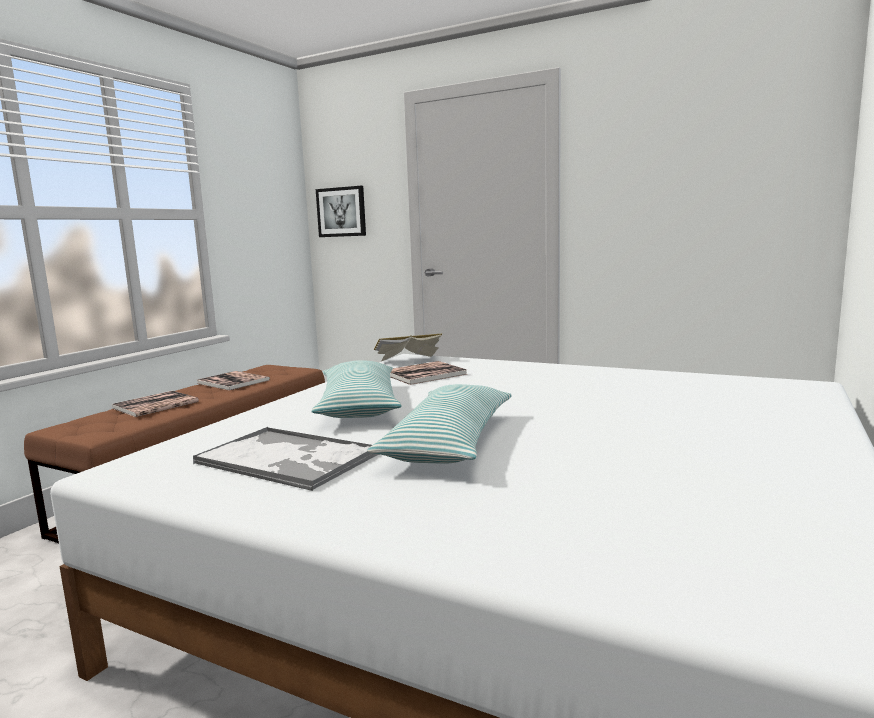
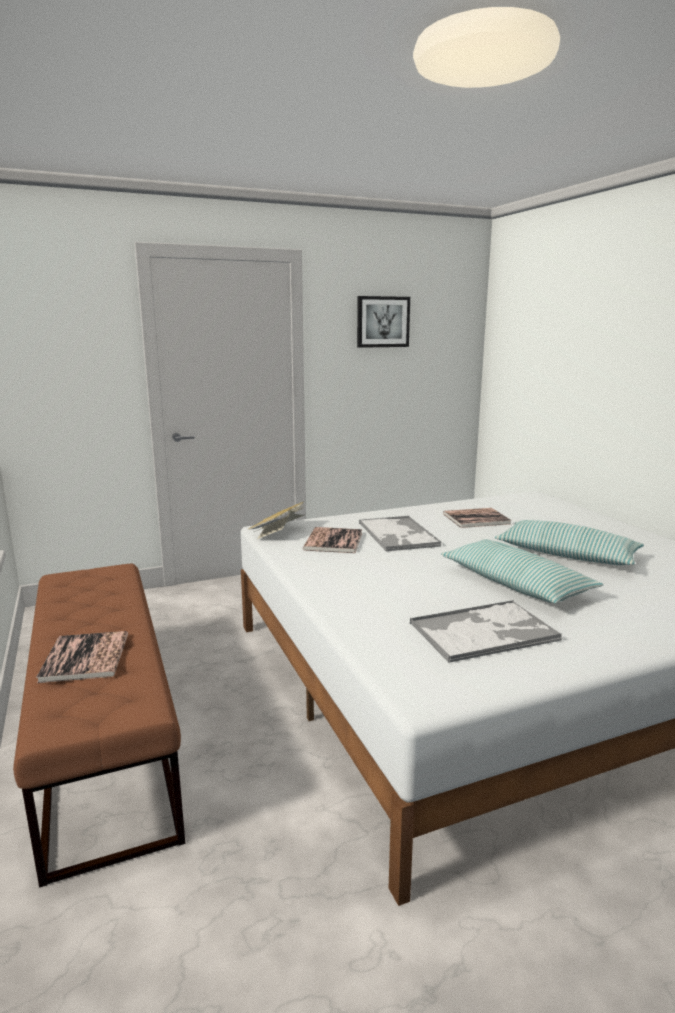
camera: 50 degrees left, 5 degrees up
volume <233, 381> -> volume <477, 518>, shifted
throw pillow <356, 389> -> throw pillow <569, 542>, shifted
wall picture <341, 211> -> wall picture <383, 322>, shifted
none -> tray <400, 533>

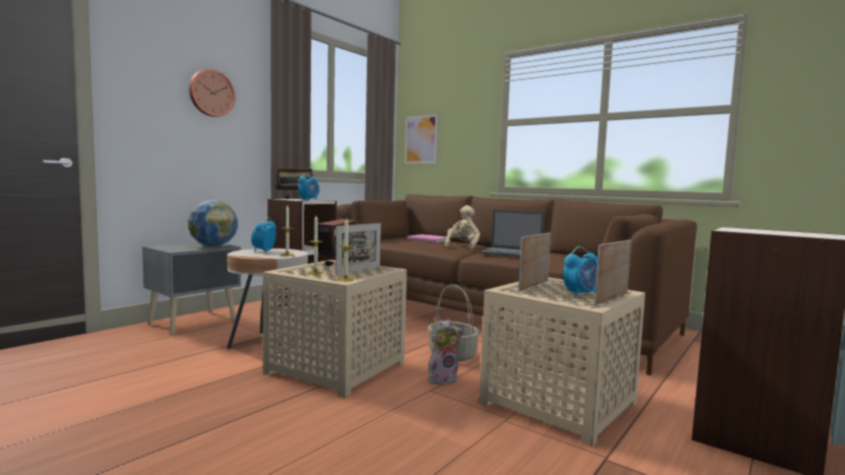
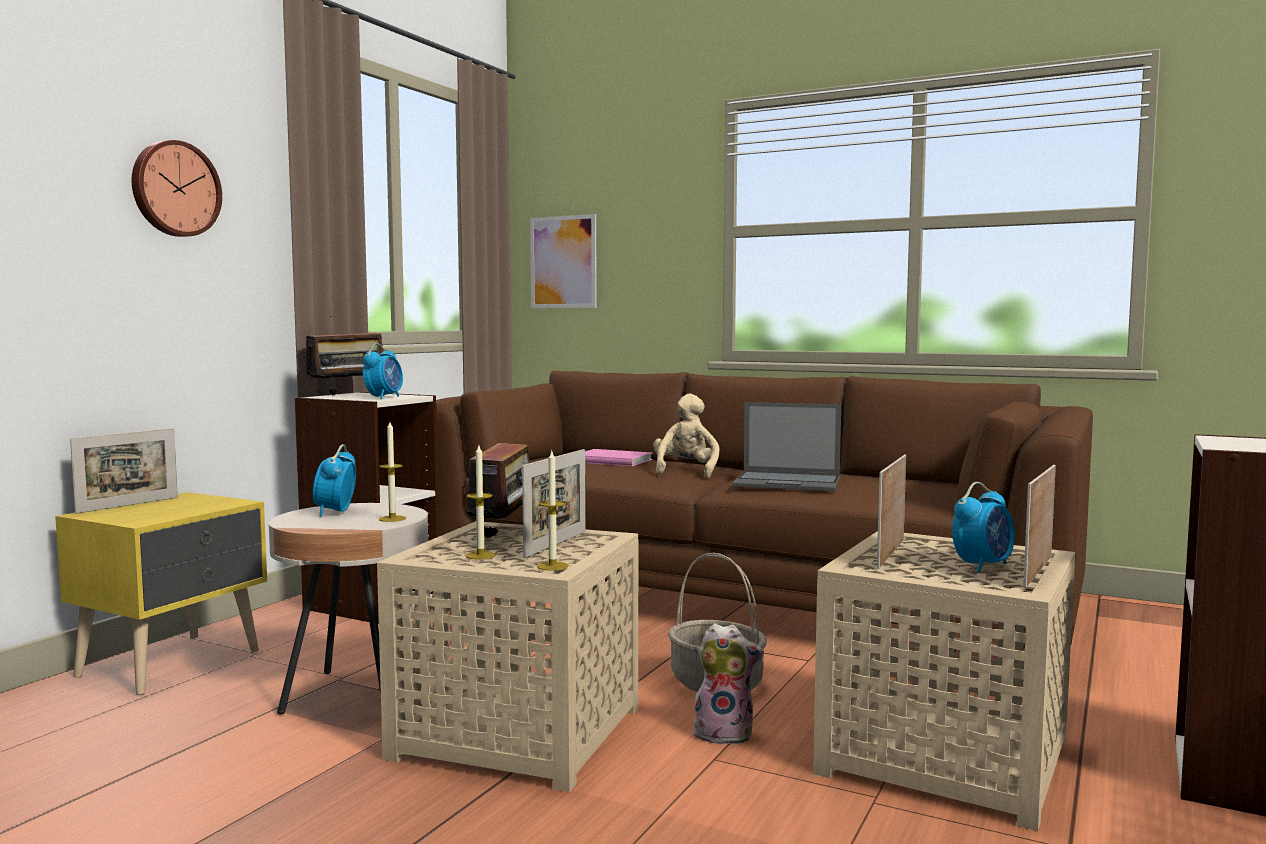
camera: 10 degrees left, 0 degrees up
nightstand (greyish) <191, 288> -> nightstand (yellowish) <161, 593>
globe <213, 223> -> none
plush toy <445, 352> -> plush toy <728, 684>, 45 degrees clockwise
none -> standing frame <124, 471>

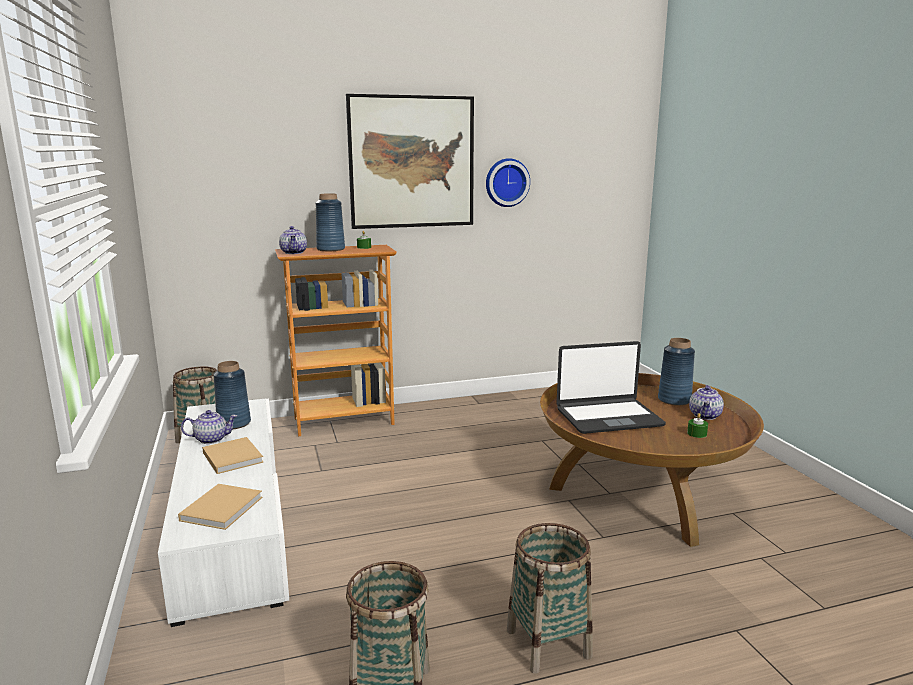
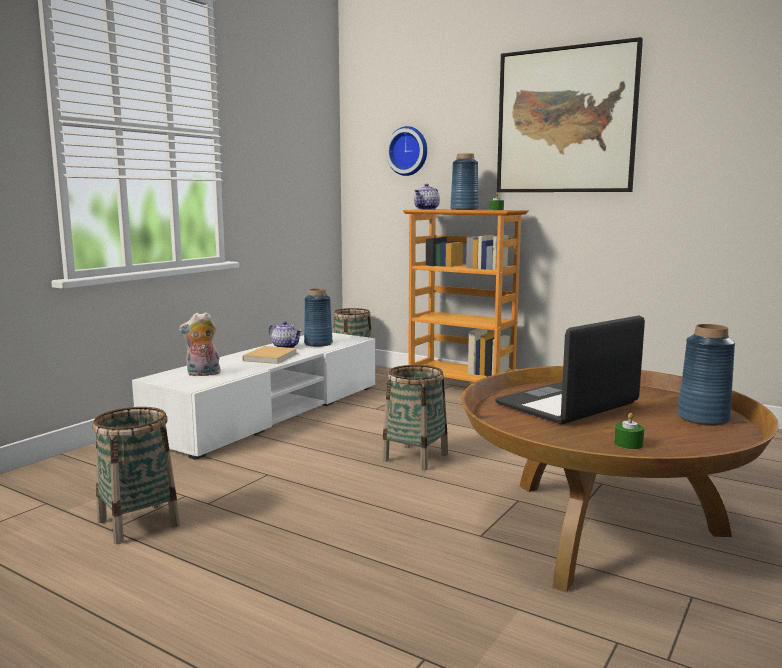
camera: 50 degrees right, 5 degrees down
volume (sand-coloured) <220, 507> -> plush toy <200, 344>
wall clock <508, 182> -> wall clock <406, 151>, shifted
basket <550, 598> -> basket <415, 417>, shifted
portable computer <611, 387> -> portable computer <570, 370>, 105 degrees clockwise
pot for tea <706, 402> -> none

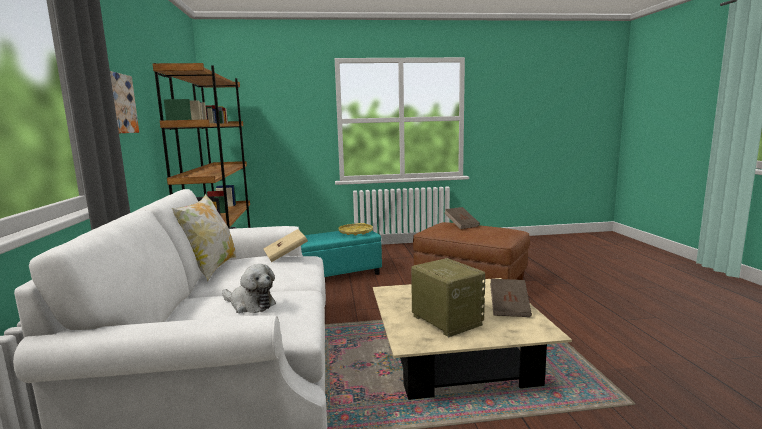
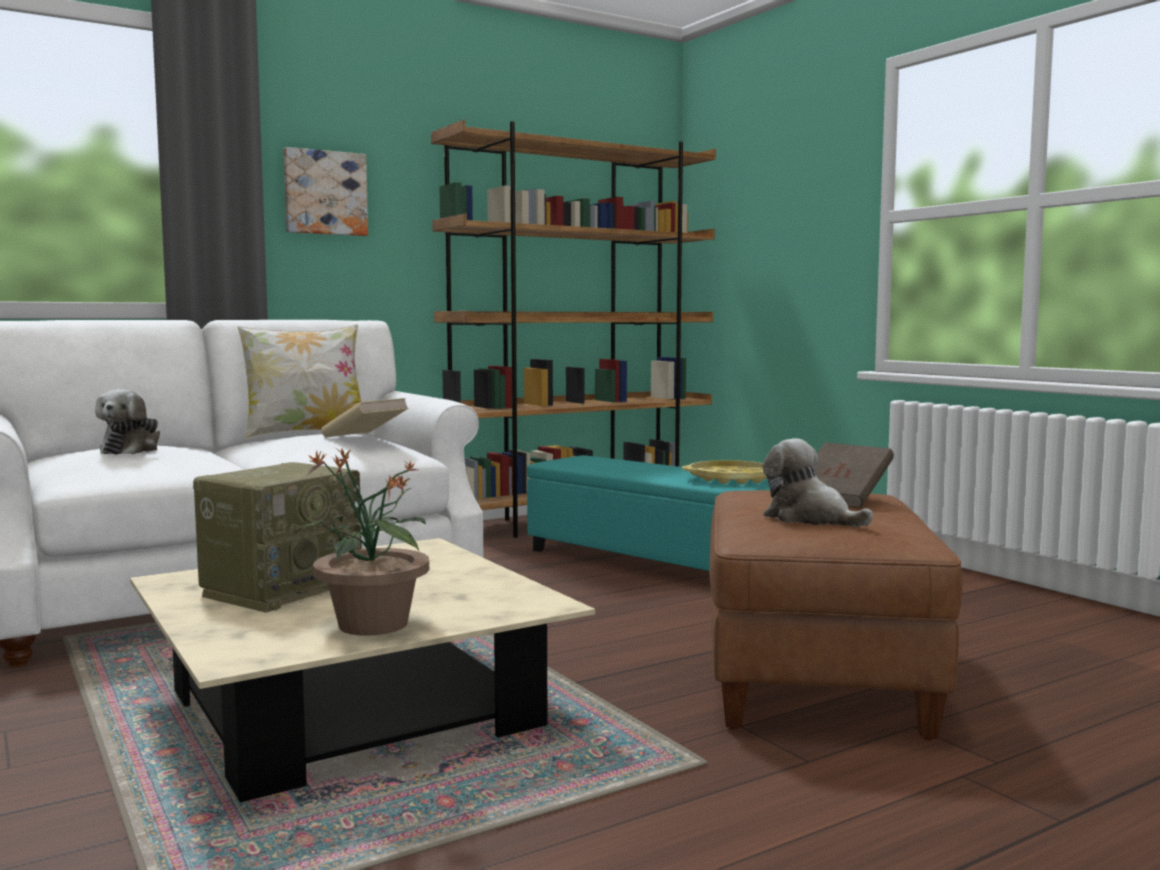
camera: 65 degrees right, 5 degrees down
volume (brownish) <511, 298> -> potted plant <361, 542>
none -> plush toy <818, 482>

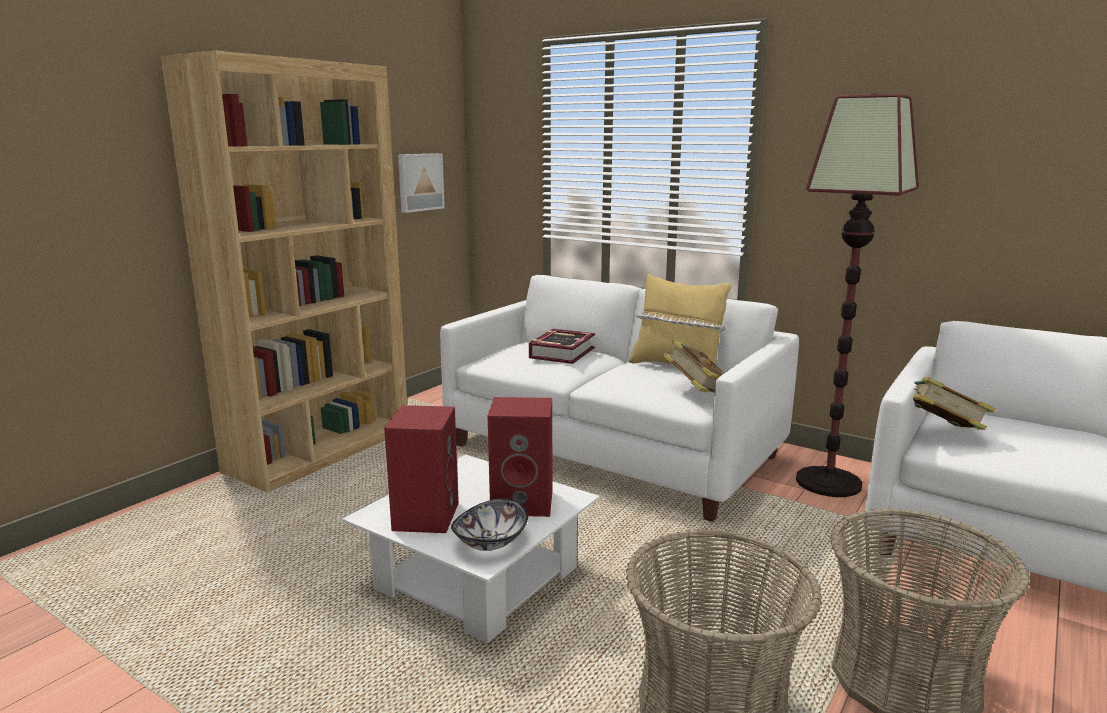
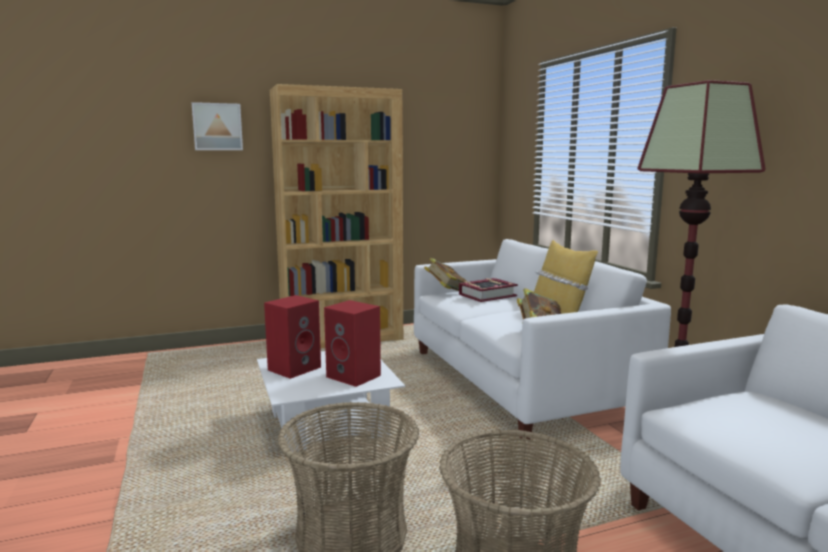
camera: 35 degrees right, 5 degrees down
wall picture <421, 183> -> wall picture <217, 126>, shifted
bowl <489, 524> -> none
volume <954, 403> -> volume <445, 274>, shifted

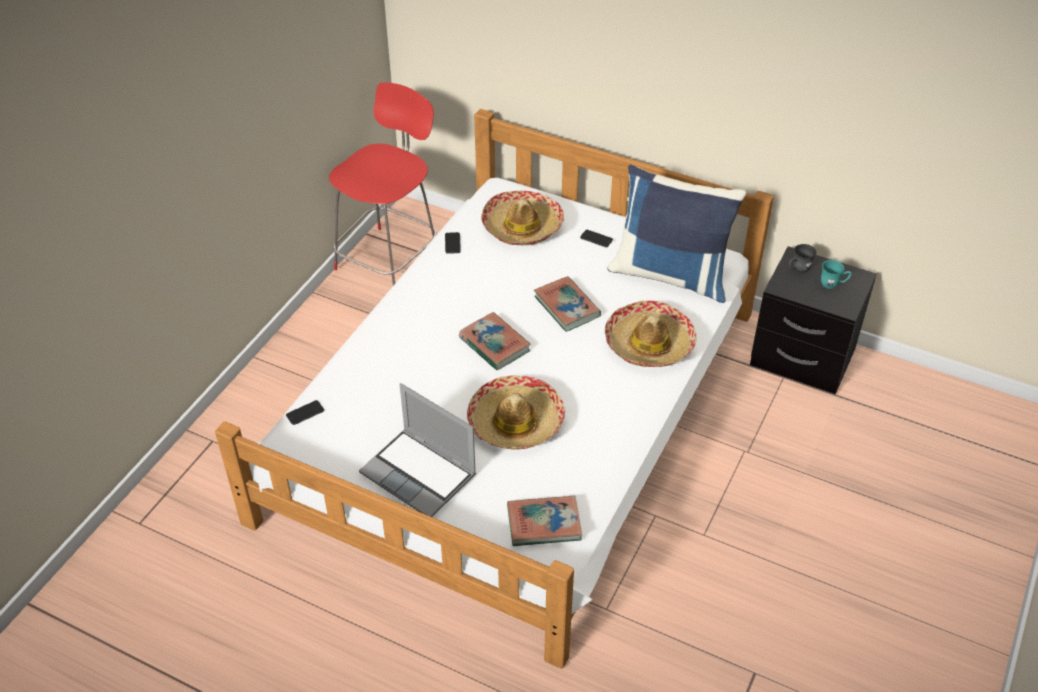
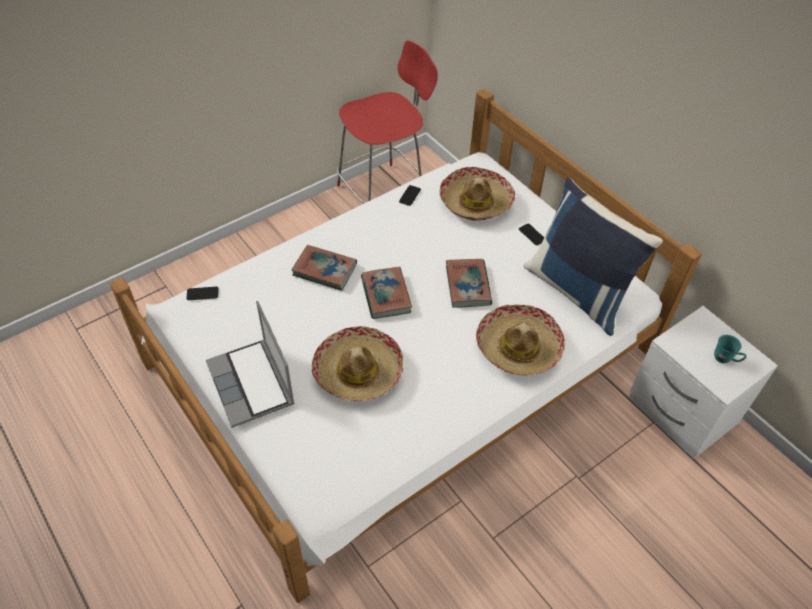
camera: 25 degrees right, 5 degrees up
volume <544, 521> -> volume <324, 268>, shifted
nightstand (blackish) <813, 320> -> nightstand (white) <703, 382>
tea mug (greyish) <802, 258> -> none

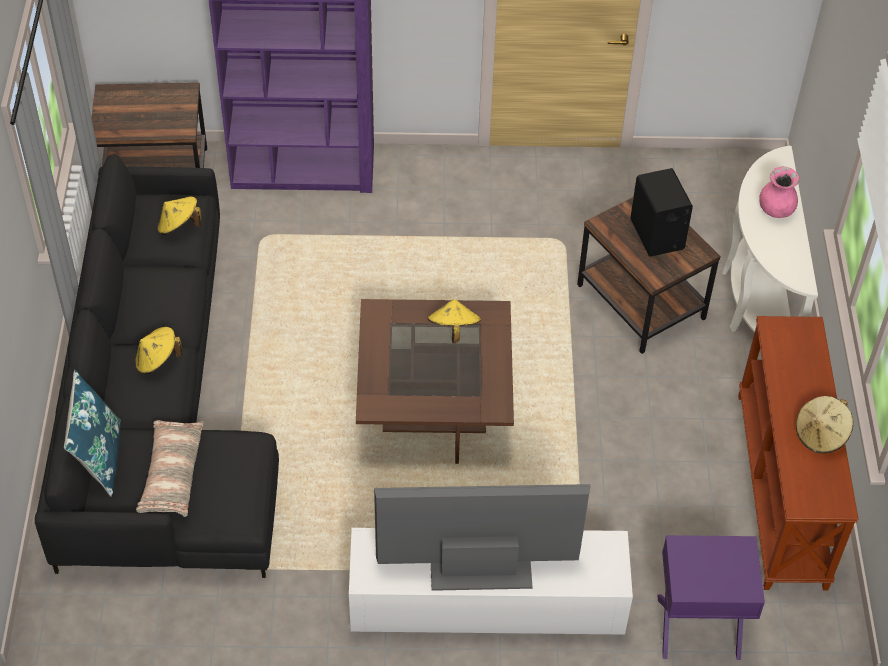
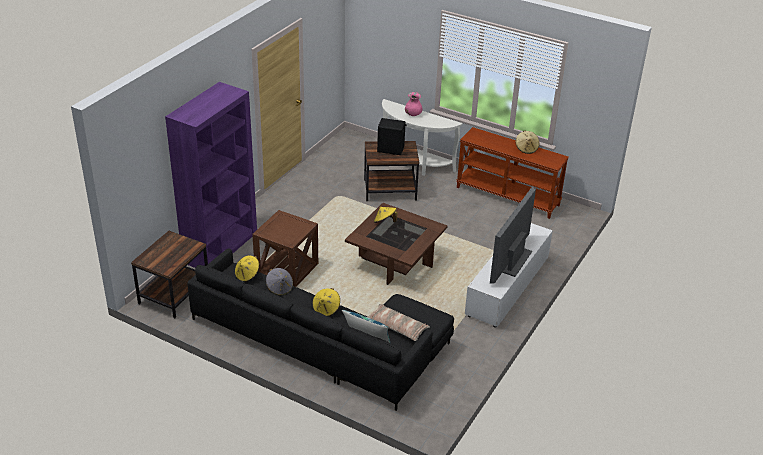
camera: 60 degrees left, 15 degrees down
nightstand (purple) <711, 597> -> none
none -> accent table (brownish) <285, 248>
none -> wearable hat (greyish) <279, 282>

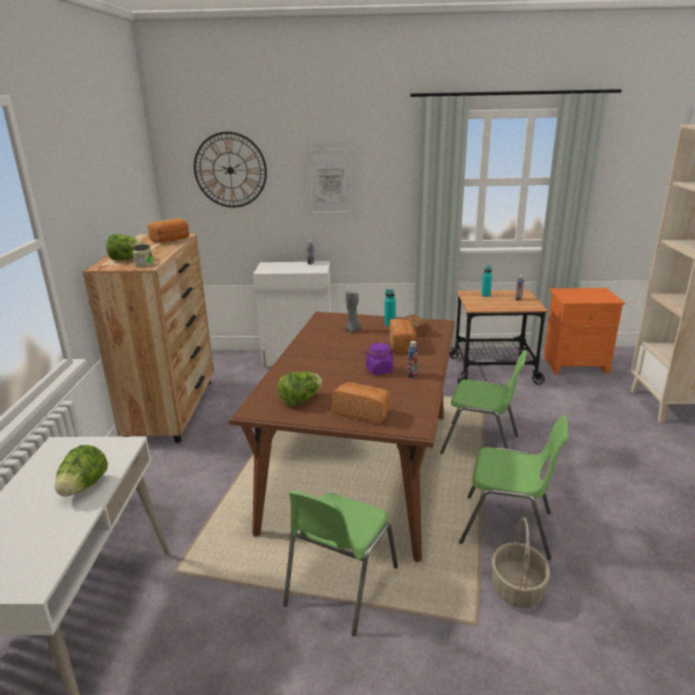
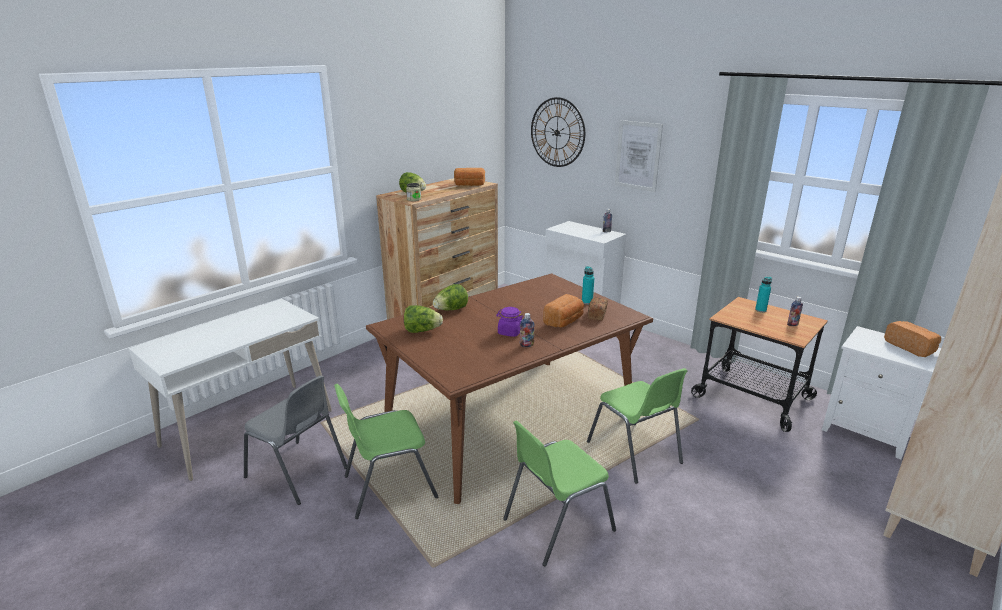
camera: 40 degrees right, 0 degrees up
lettuce head <81, 471> -> lettuce head <450, 297>, shifted
bread <361, 403> -> bread <912, 339>, shifted
wax light (greyish) <353, 312> -> none
plain chair (greenish) <513, 487> -> plain chair (greenish) <559, 493>, 90 degrees clockwise
basket <521, 562> -> none
nightstand (orange-coloured) <584, 331> -> nightstand (white) <881, 392>
none -> plain chair (greyish) <295, 440>

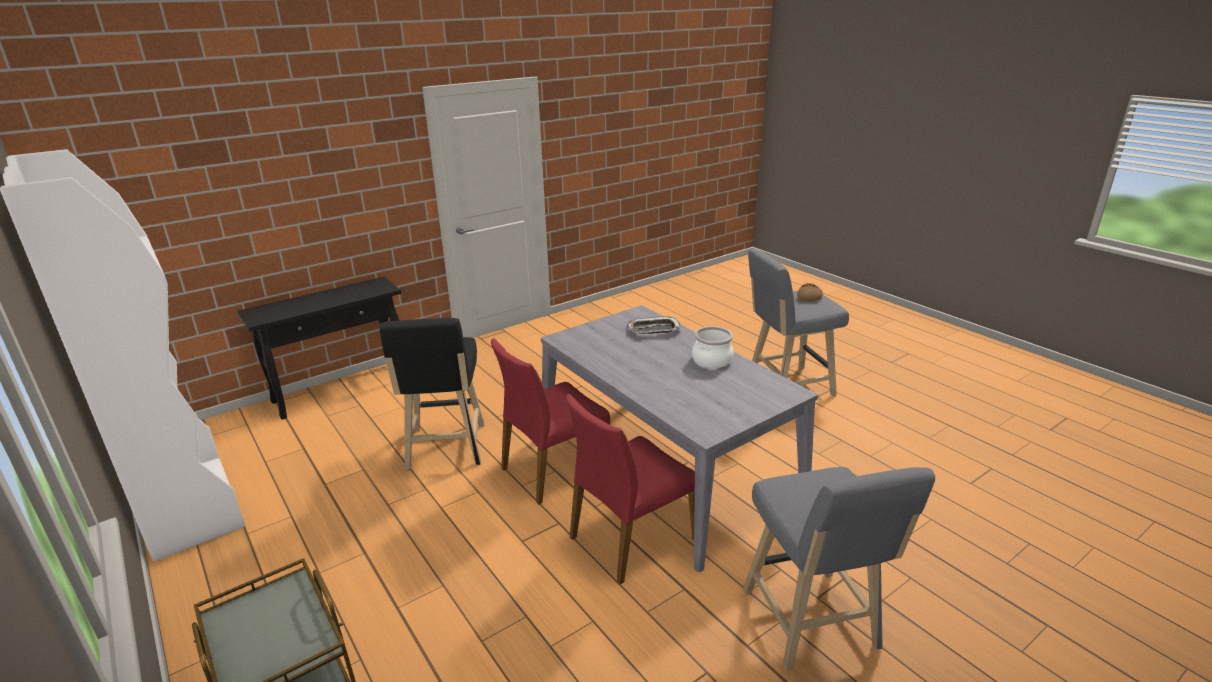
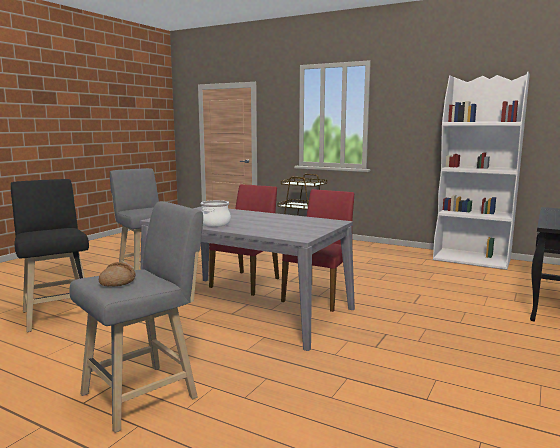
camera: 155 degrees right, 15 degrees down
stool (blackish) <432, 394> -> stool (blackish) <50, 255>, shifted
tray <654, 325> -> none

